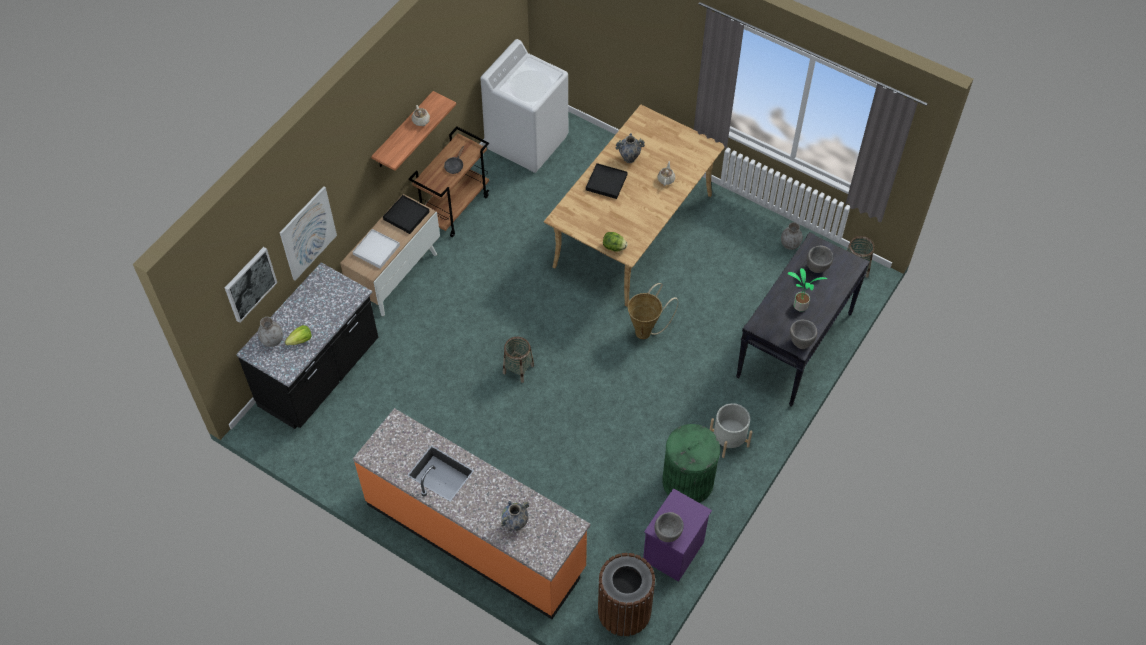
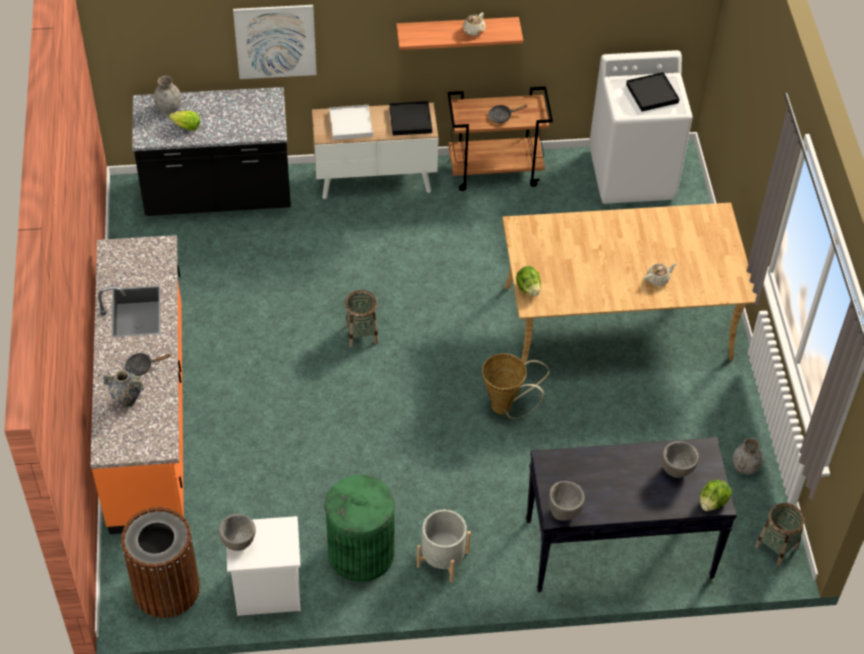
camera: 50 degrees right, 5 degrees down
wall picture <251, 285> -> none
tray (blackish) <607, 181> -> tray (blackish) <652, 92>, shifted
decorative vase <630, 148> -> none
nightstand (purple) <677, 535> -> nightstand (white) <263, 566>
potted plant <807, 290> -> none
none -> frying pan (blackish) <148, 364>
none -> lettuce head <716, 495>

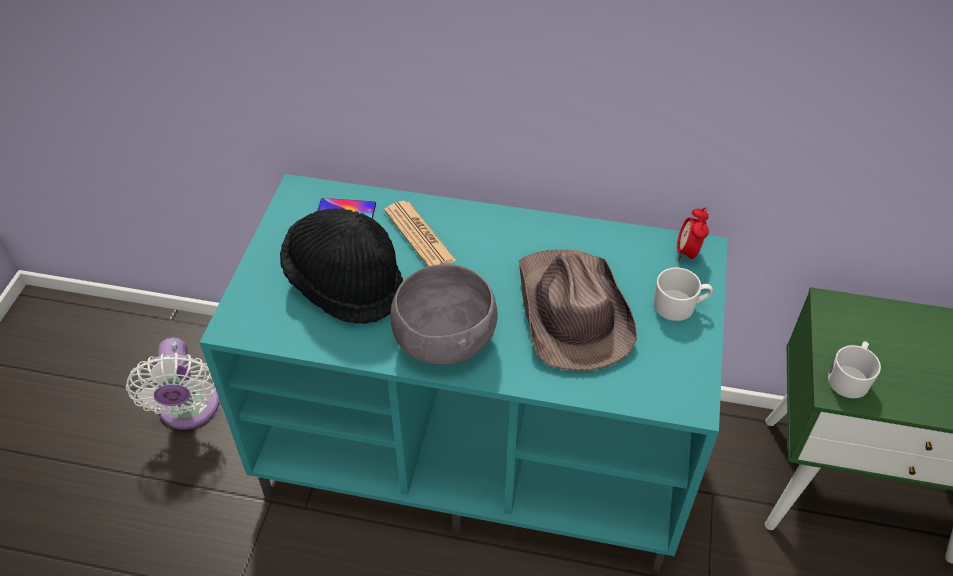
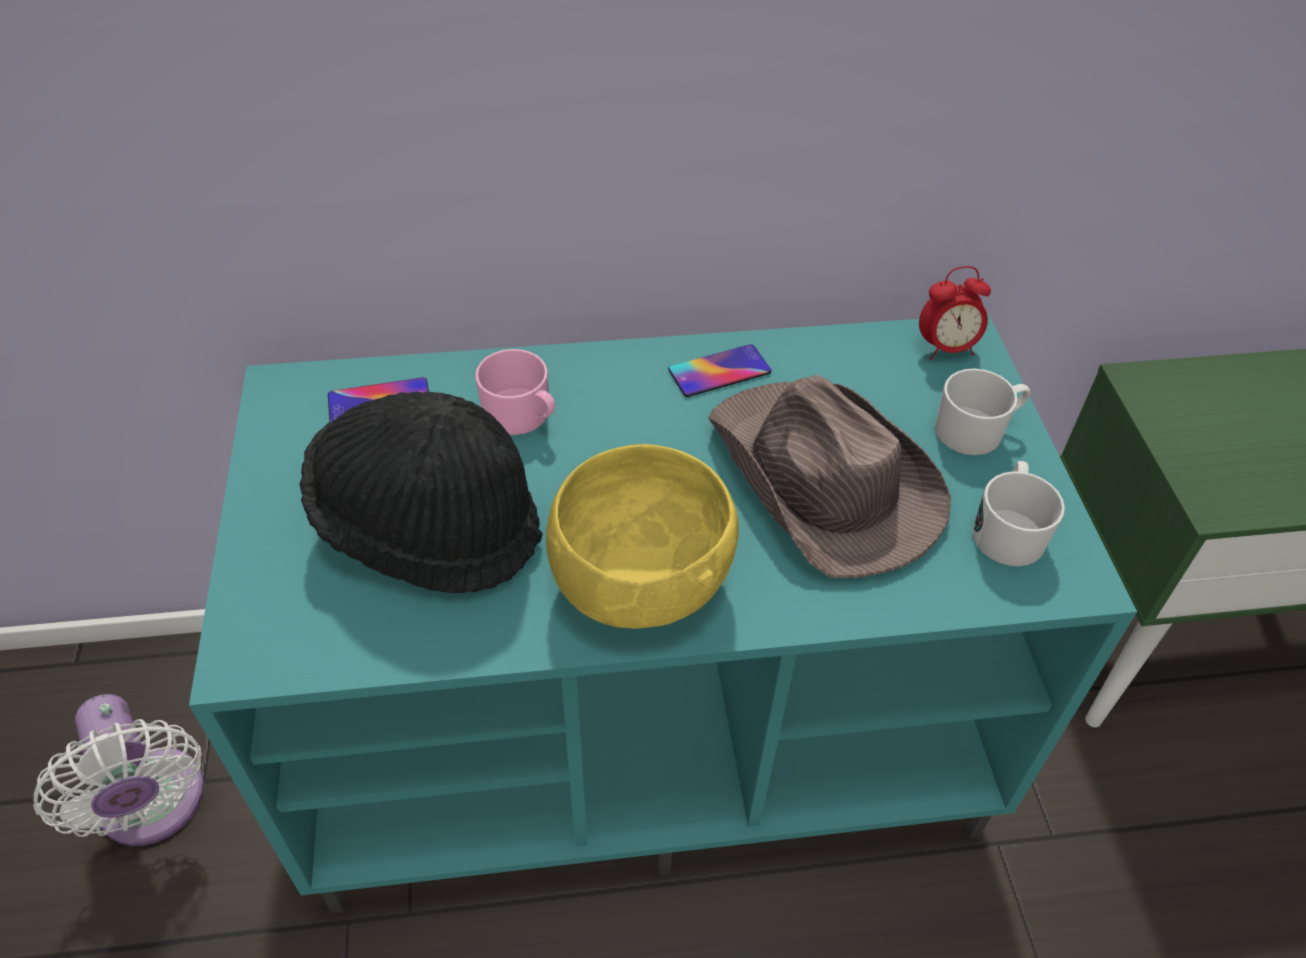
camera: 20 degrees left, 0 degrees up
printed paper <420, 234> -> tea mug (pink) <515, 392>
bowl (greyish) <444, 314> -> bowl (yellowish) <642, 536>
bedside clock <693, 235> -> bedside clock <955, 313>, 90 degrees counterclockwise
tea mug (white) <854, 369> -> tea mug (white) <1019, 513>, shifted
none -> handset <719, 370>

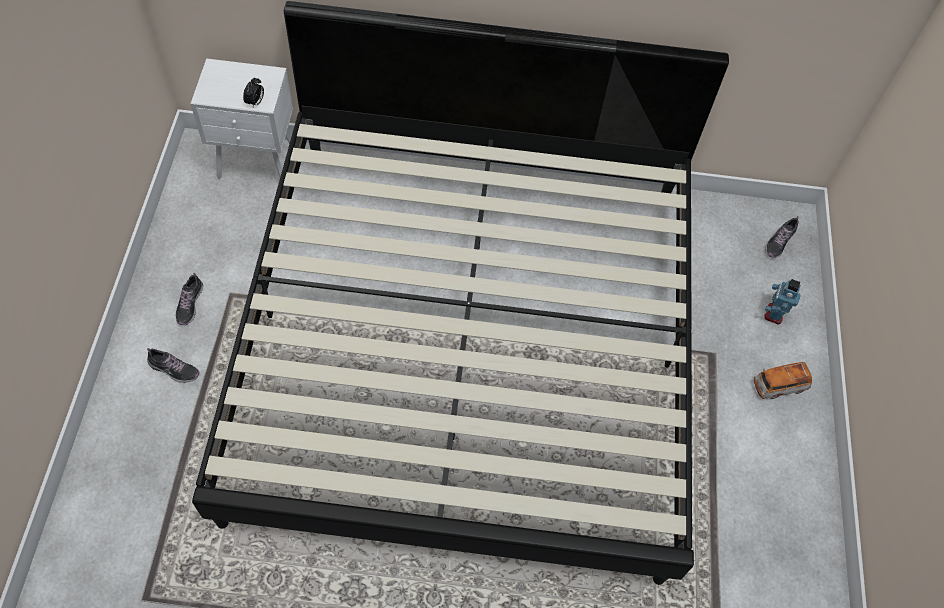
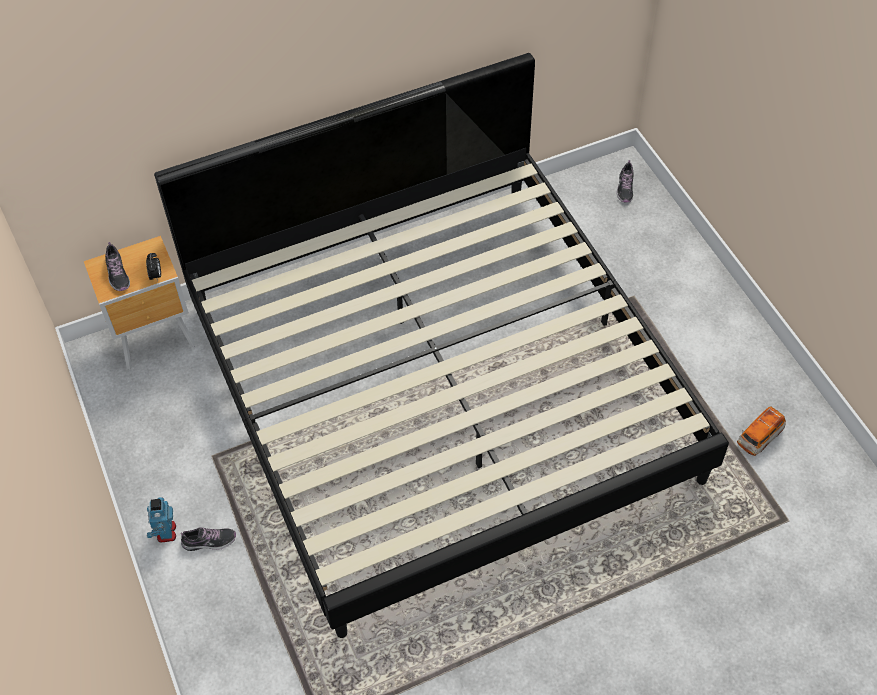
camera: 25 degrees left, 5 degrees down
shoe <189, 299> -> shoe <117, 266>, shifted
nightstand (white) <242, 118> -> nightstand (brownish) <139, 303>
miniature car <783, 380> -> miniature car <761, 431>, shifted
model robot <782, 302> -> model robot <161, 520>, shifted

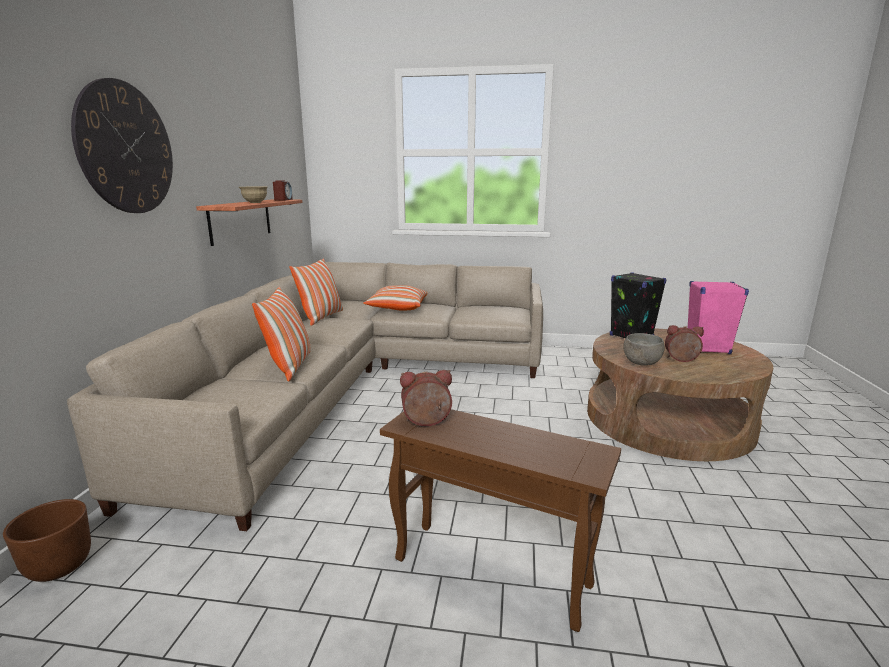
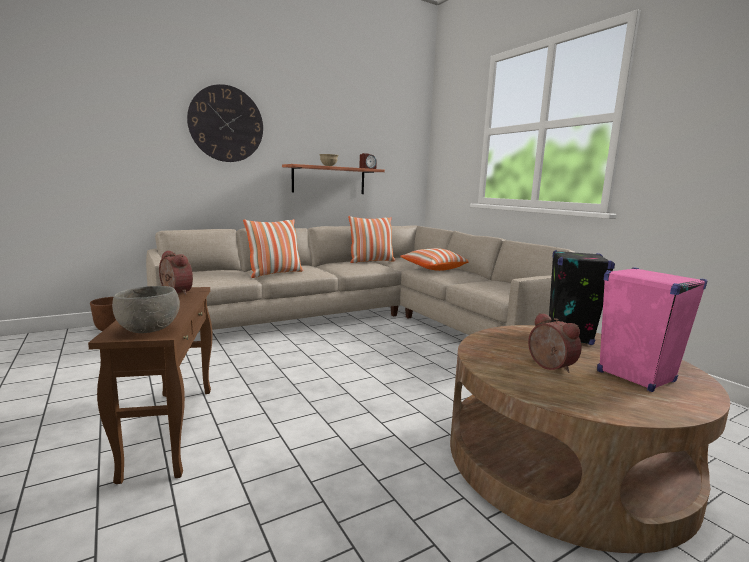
camera: 50 degrees right, 5 degrees down
bowl (greyish) <644, 349> -> bowl (greyish) <146, 309>, shifted

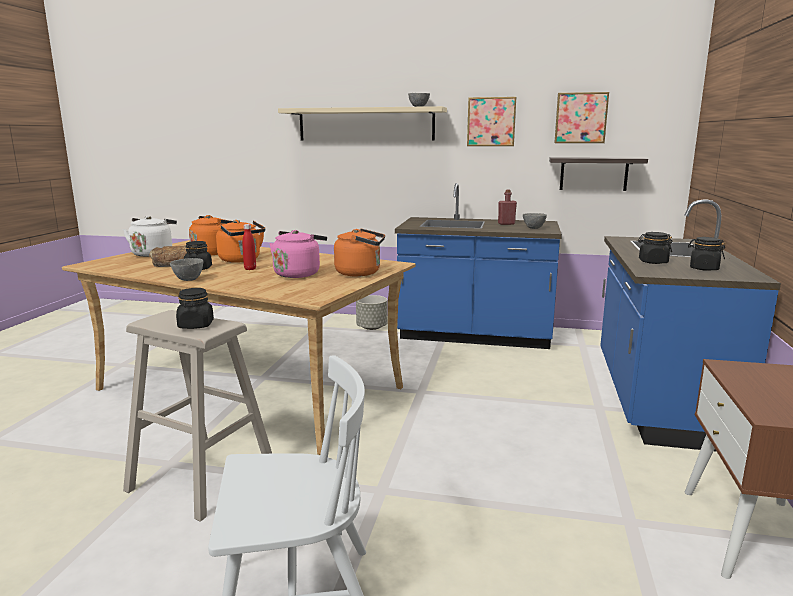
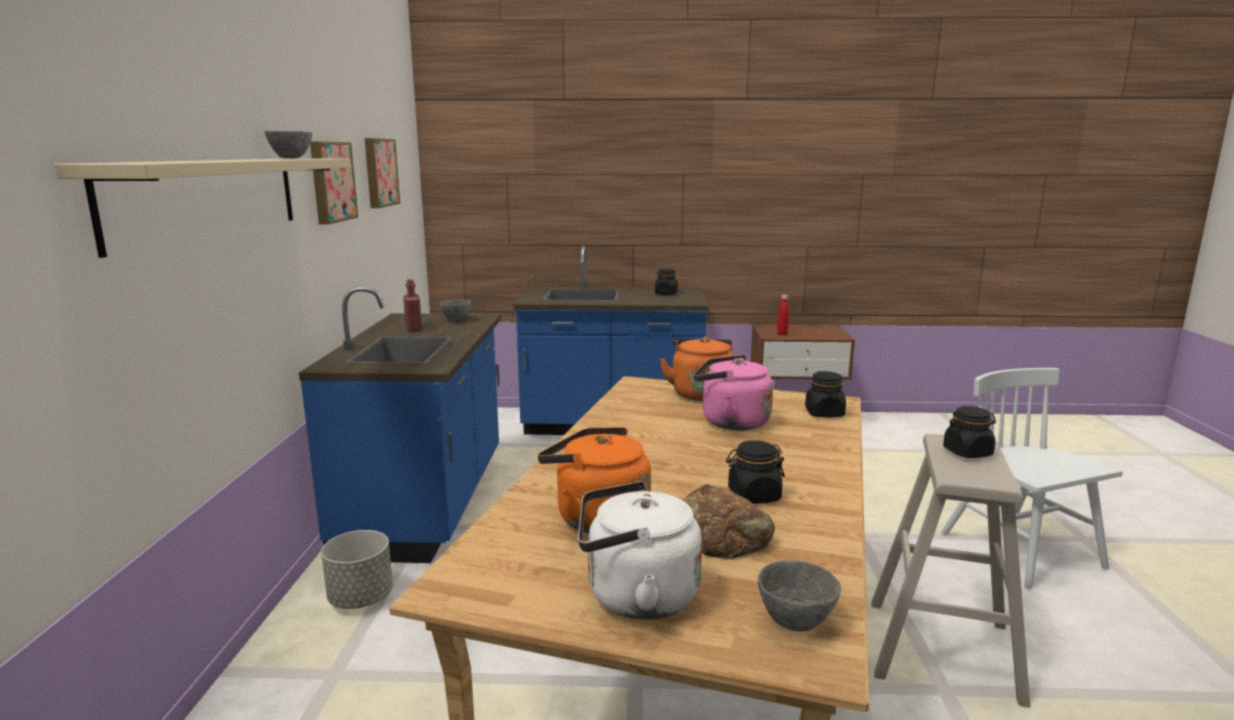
camera: 100 degrees left, 0 degrees up
bowl (greyish) <186, 269> -> bowl (greyish) <799, 596>, shifted
water kettle (orange-coloured) <240, 241> -> none
drink bottle (red-coloured) <249, 247> -> drink bottle (red-coloured) <783, 315>, shifted
wall shelf <598, 174> -> none
storage jar (blackish) <655, 248> -> storage jar (blackish) <825, 394>, shifted

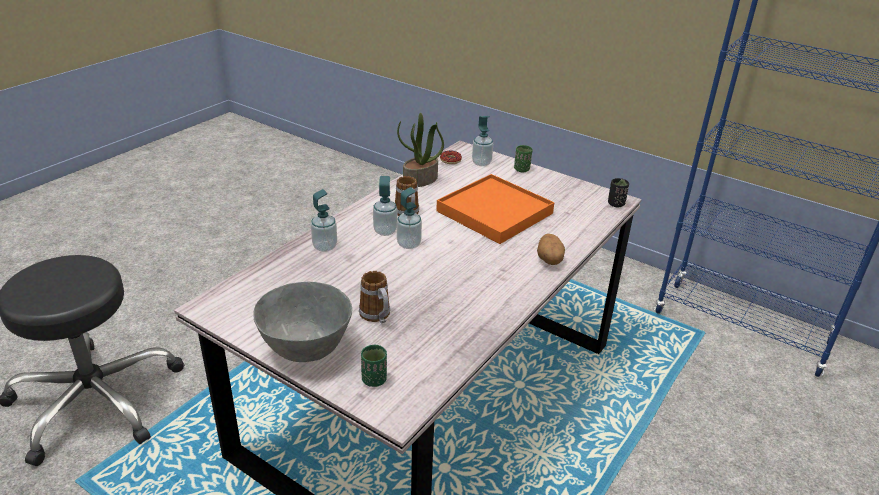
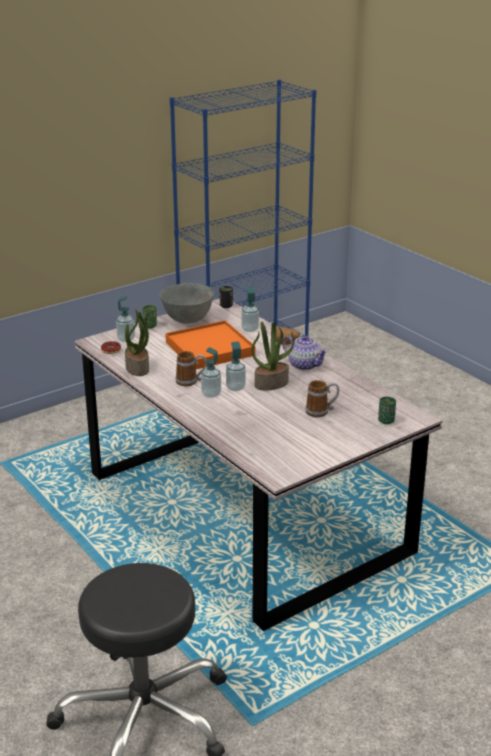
camera: 70 degrees left, 5 degrees down
bowl (greyish) <302, 321> -> bowl (greyish) <187, 303>, shifted
soap dispenser <324, 220> -> soap dispenser <250, 309>, shifted
none -> potted plant <272, 356>
none -> pot for tea <305, 352>

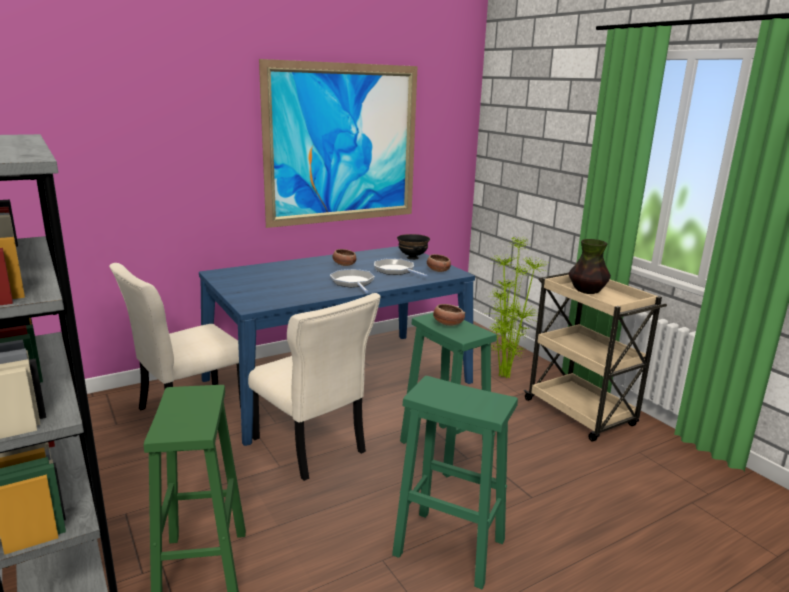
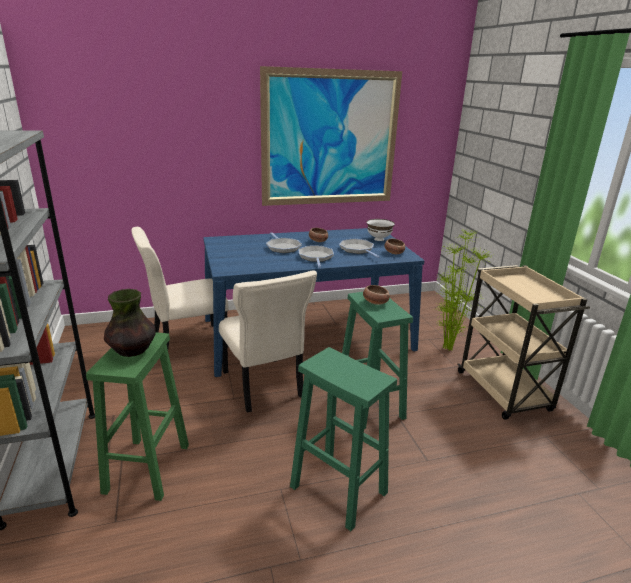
camera: 15 degrees right, 5 degrees up
bowl (blackish) <413, 247> -> bowl (white) <381, 230>
decorative vase <590, 266> -> decorative vase <129, 323>, shifted
none -> frying pan <284, 242>

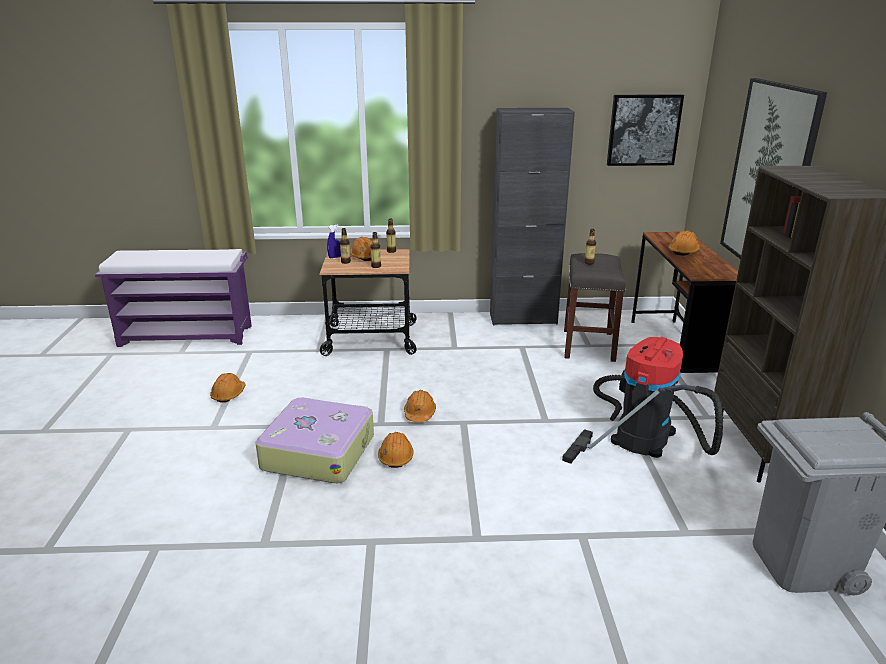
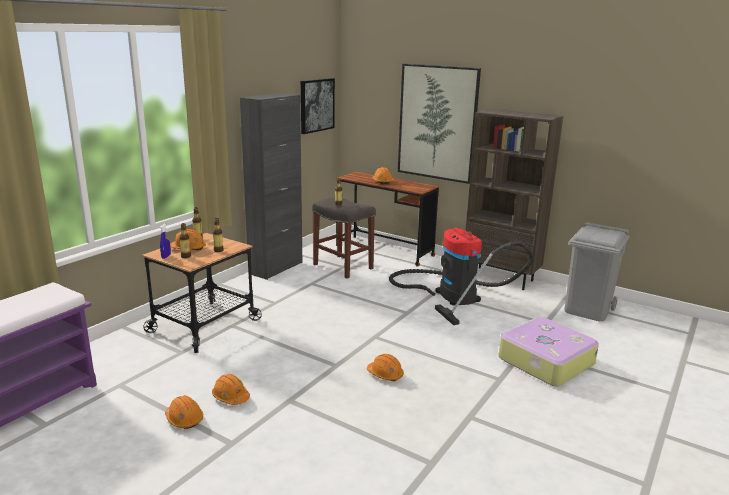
camera: 55 degrees left, 5 degrees down
suitcase <314, 440> -> suitcase <548, 351>, shifted
safety helmet (orange-coloured) <420, 406> -> safety helmet (orange-coloured) <231, 389>, shifted

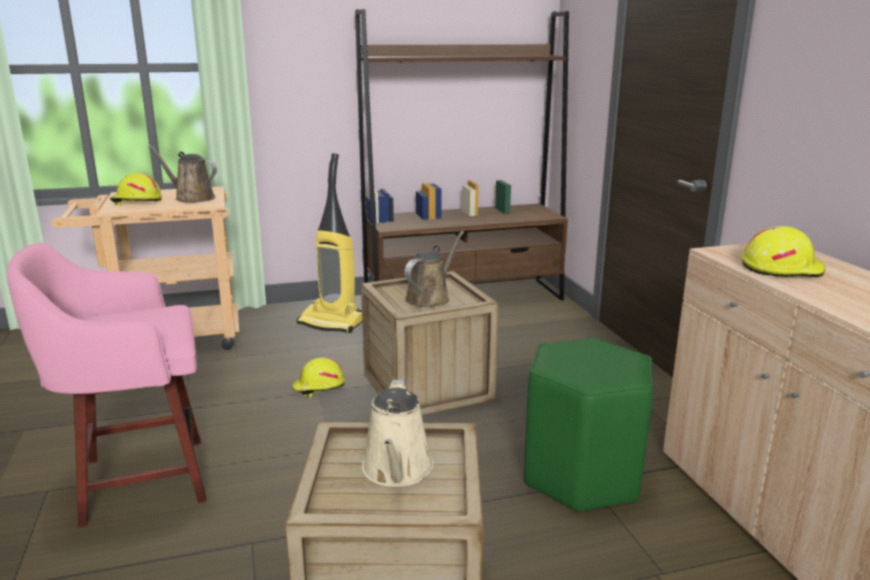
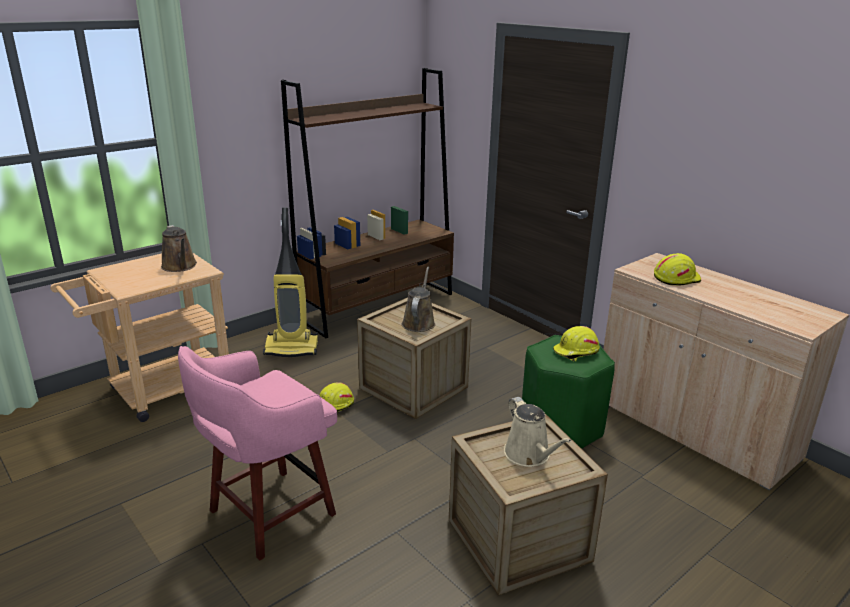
camera: 25 degrees left, 5 degrees up
safety helmet (yellowish) <135, 189> -> safety helmet (yellowish) <576, 343>, shifted
watering pot (brownish) <182, 174> -> watering pot (brownish) <179, 248>, 120 degrees counterclockwise

